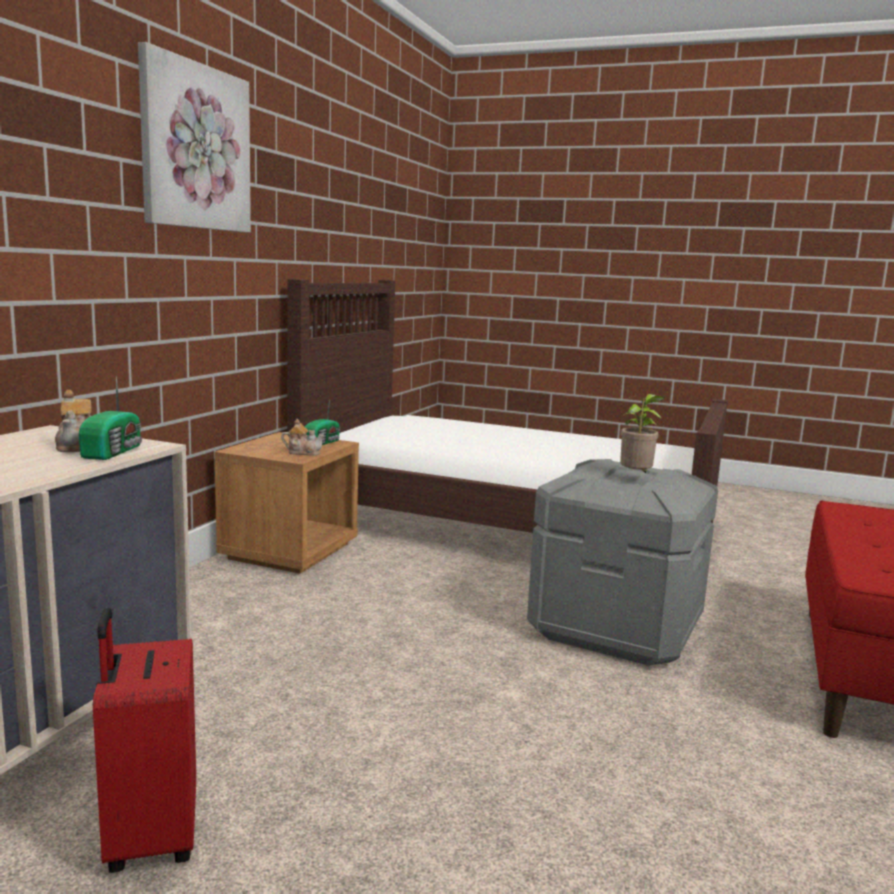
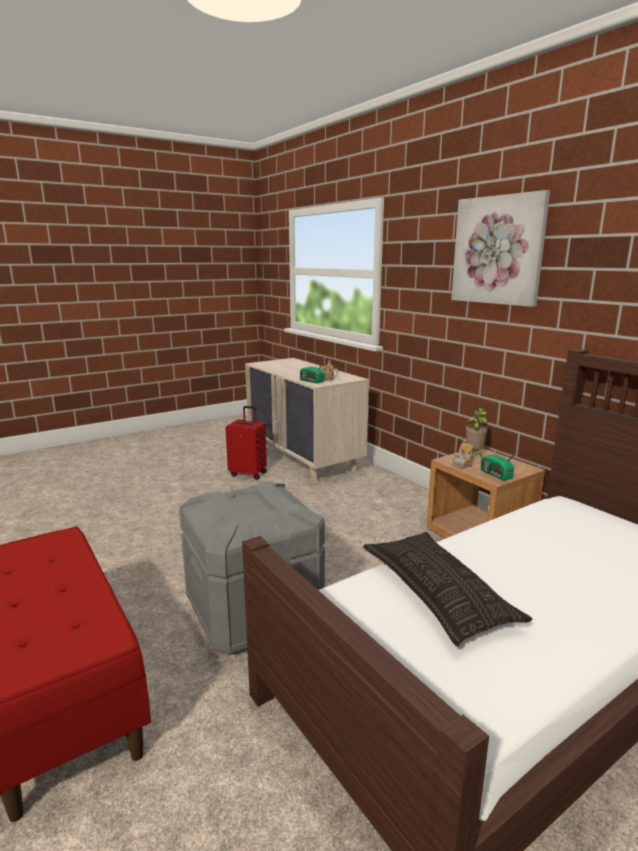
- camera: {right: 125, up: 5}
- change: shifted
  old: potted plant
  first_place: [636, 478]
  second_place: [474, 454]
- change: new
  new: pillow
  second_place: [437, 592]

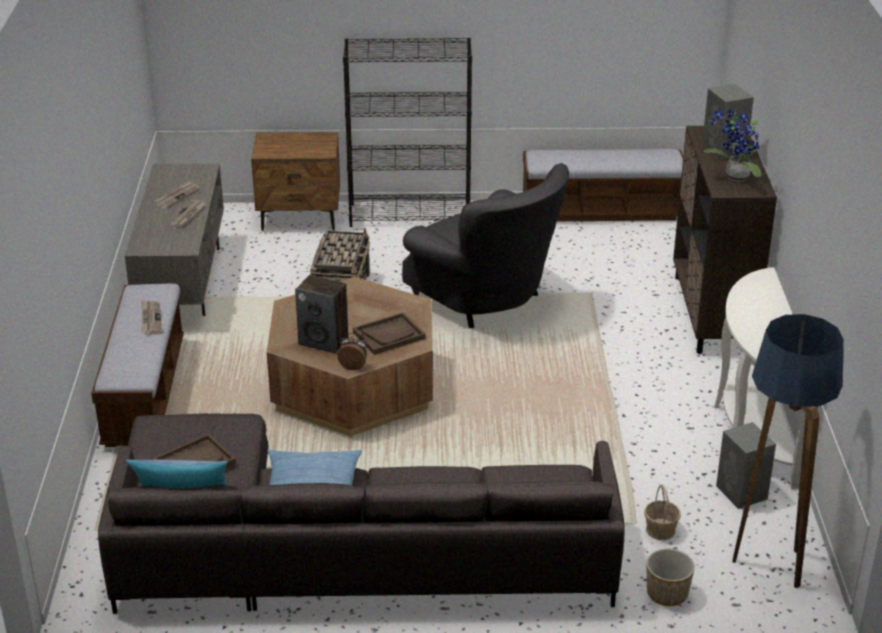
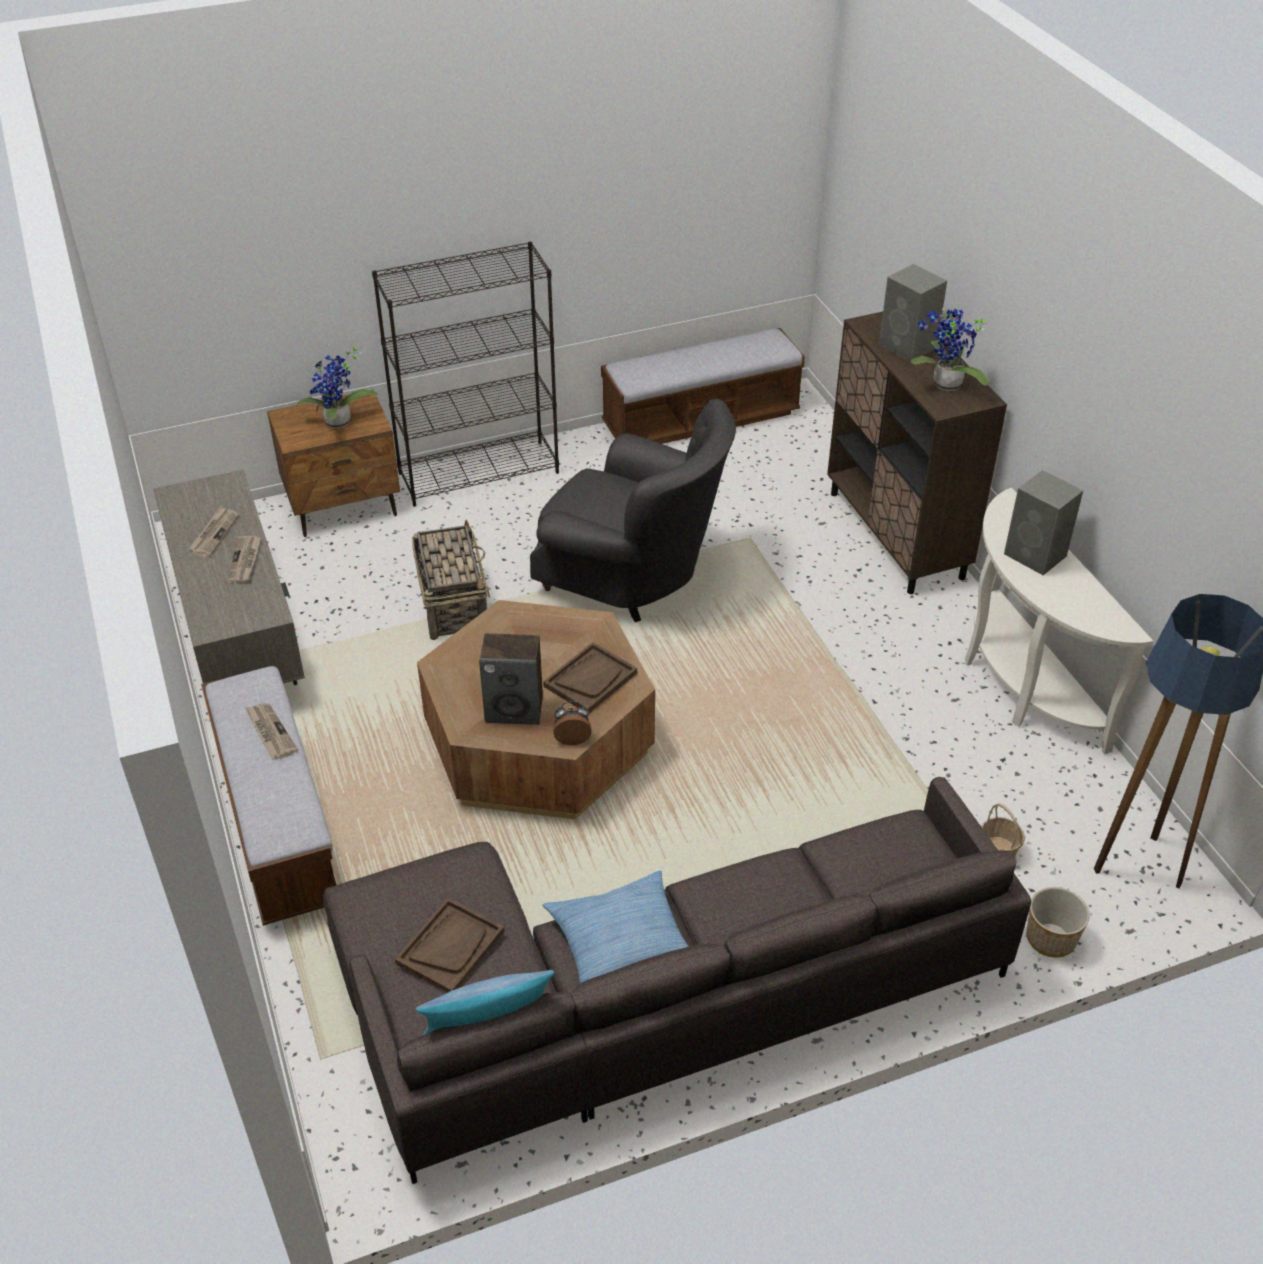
- camera: {right: -20, up: 10}
- change: shifted
  old: grey speaker
  first_place: [742, 493]
  second_place: [1036, 555]
- change: new
  new: potted plant
  second_place: [339, 424]

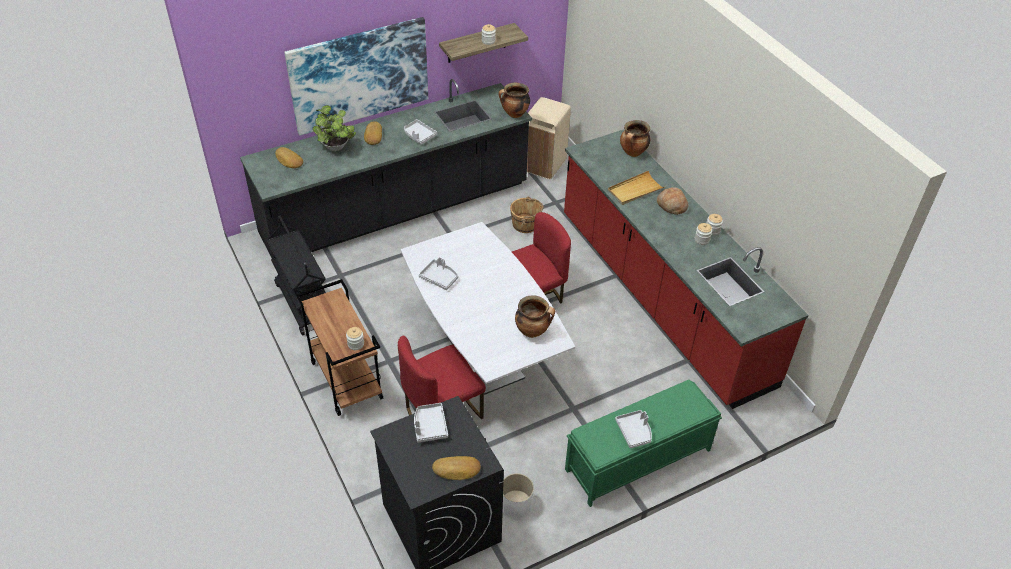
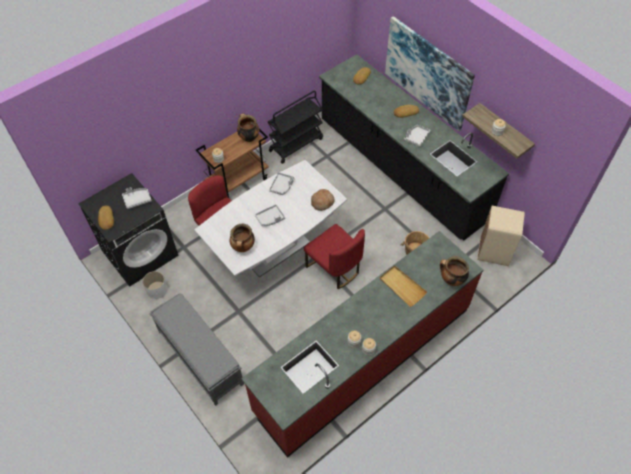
- camera: {right: 80, up: 10}
- change: shifted
  old: cooking pot
  first_place: [514, 114]
  second_place: [248, 137]
- change: gone
  old: potted plant
  first_place: [336, 148]
- change: shifted
  old: bread
  first_place: [671, 205]
  second_place: [322, 202]
- change: repainted
  old: green bench
  new: grey bench
  first_place: [637, 460]
  second_place: [200, 357]
- change: shifted
  old: grey tray
  first_place: [634, 432]
  second_place: [270, 218]

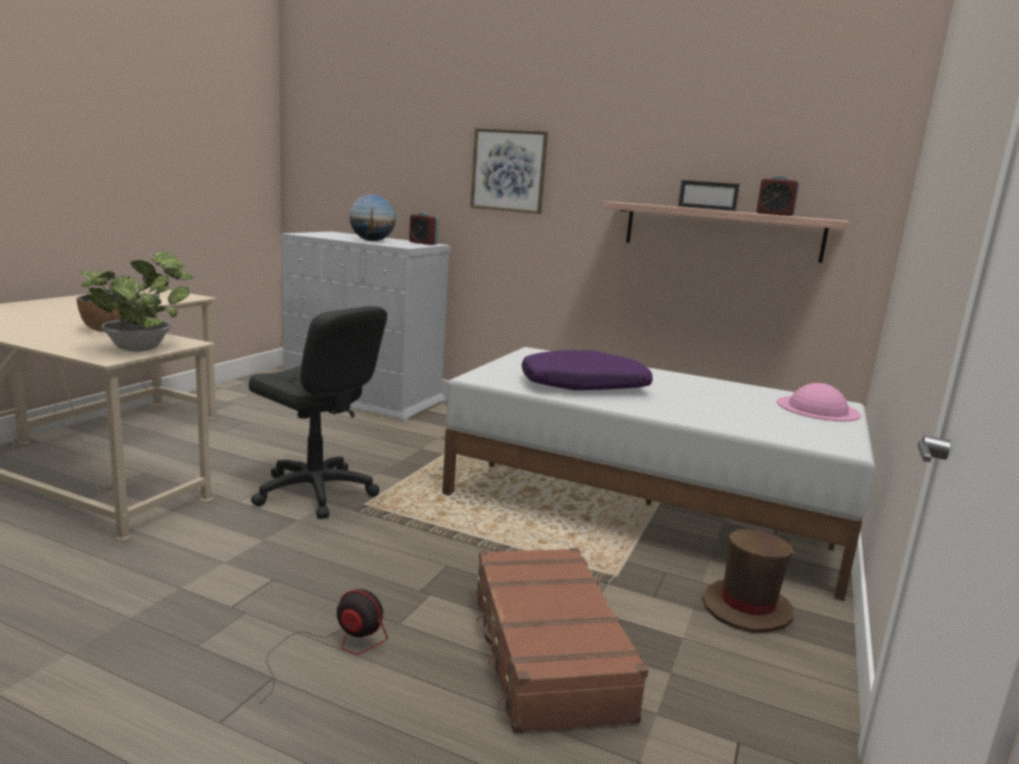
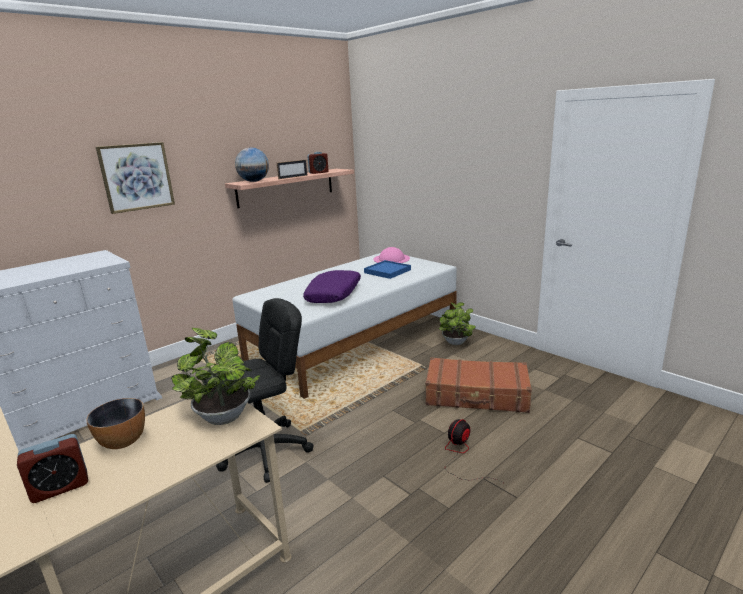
- camera: {right: -65, up: 5}
- change: shifted
  old: globe
  first_place: [372, 241]
  second_place: [254, 181]
- change: shifted
  old: alarm clock
  first_place: [423, 243]
  second_place: [60, 487]
- change: swapped
  old: brown hat
  new: potted plant
  first_place: [747, 608]
  second_place: [455, 343]
- change: new
  new: blue tray
  second_place: [387, 271]

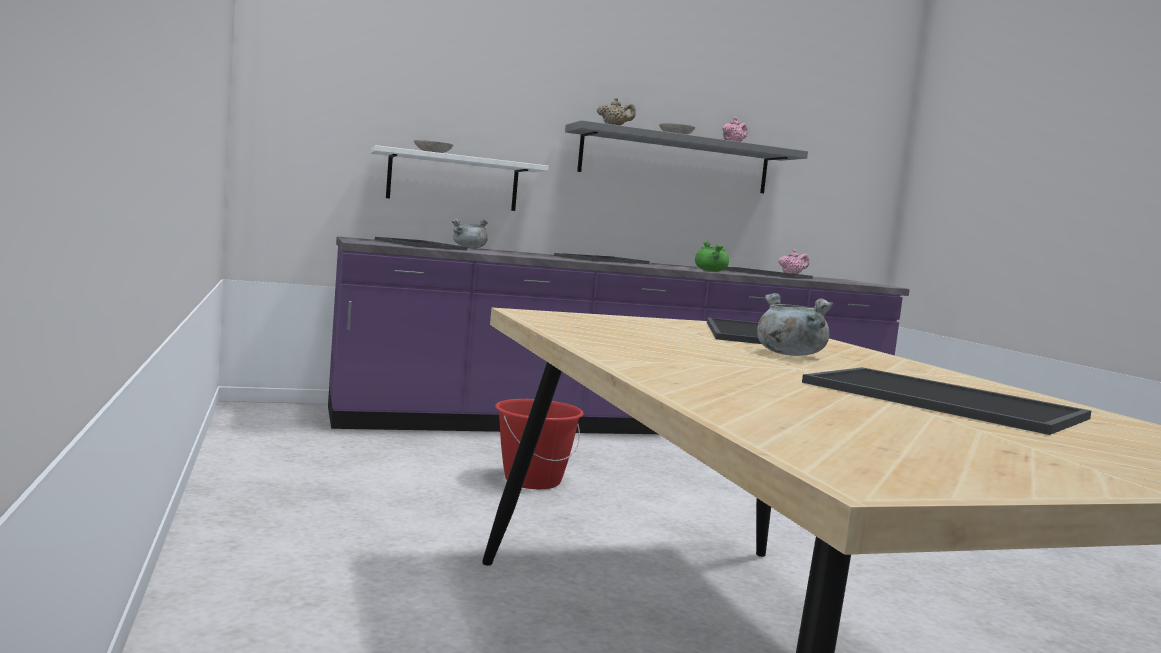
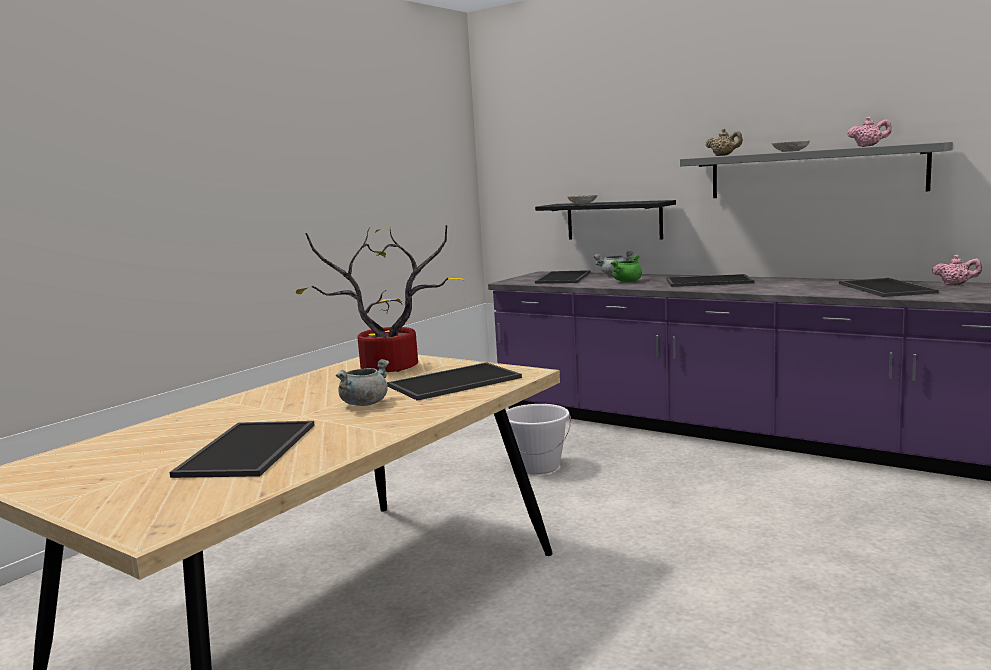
- camera: {right: 55, up: 5}
- change: repainted
  old: white shelf
  new: black shelf
  first_place: [453, 181]
  second_place: [614, 220]
- change: shifted
  old: green cooking pot
  first_place: [711, 271]
  second_place: [627, 281]
- change: repainted
  old: red bucket
  new: white bucket
  first_place: [532, 481]
  second_place: [538, 466]
- change: new
  new: potted plant
  second_place: [385, 369]

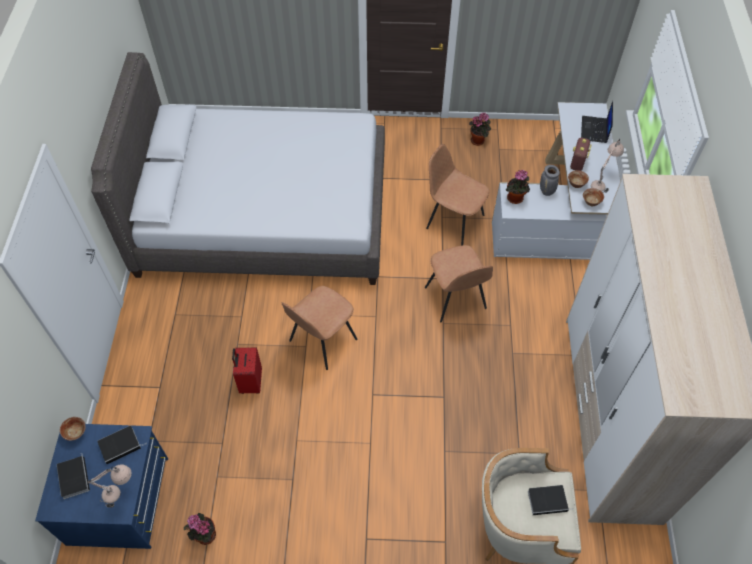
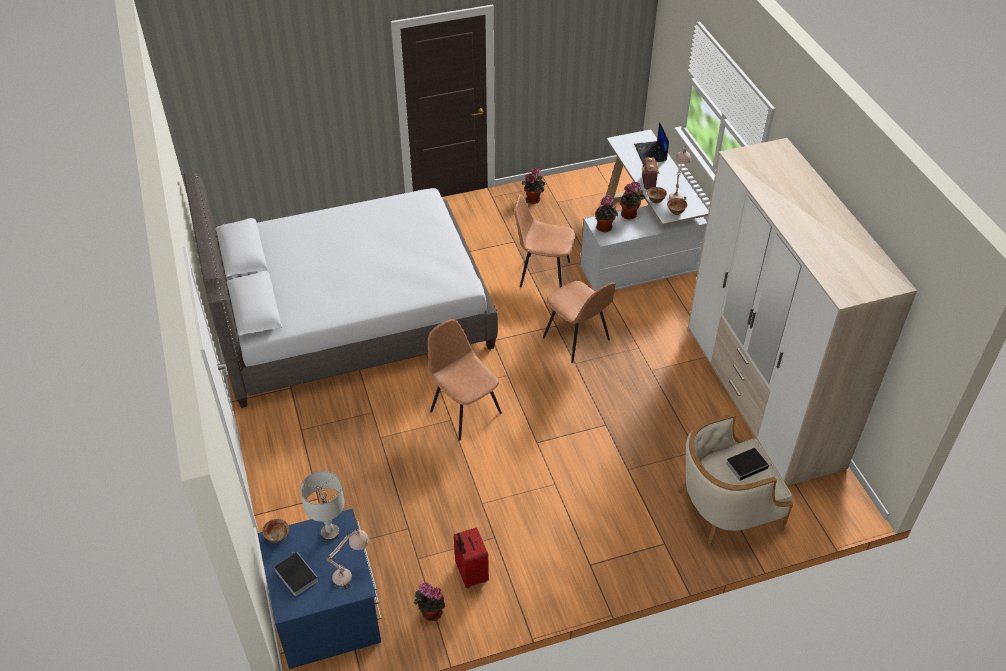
- camera: {right: -20, up: -10}
- change: swapped
  old: grey vase
  new: potted plant
  first_place: [546, 191]
  second_place: [630, 215]
- change: rotated
  old: brown chair
  first_place: [321, 341]
  second_place: [464, 411]
  degrees: 120
- change: shifted
  old: red suitcase
  first_place: [250, 382]
  second_place: [470, 574]
- change: swapped
  old: book
  new: grey table lamp
  first_place: [121, 445]
  second_place: [329, 533]

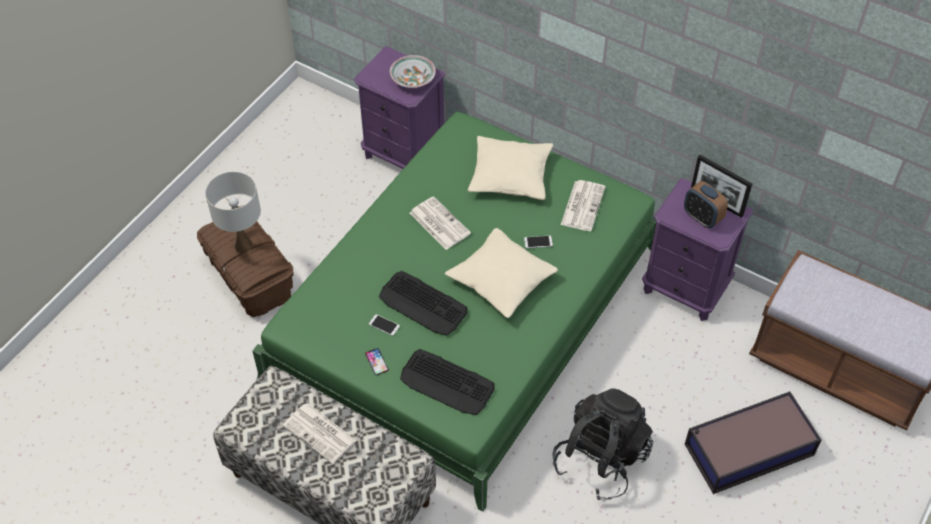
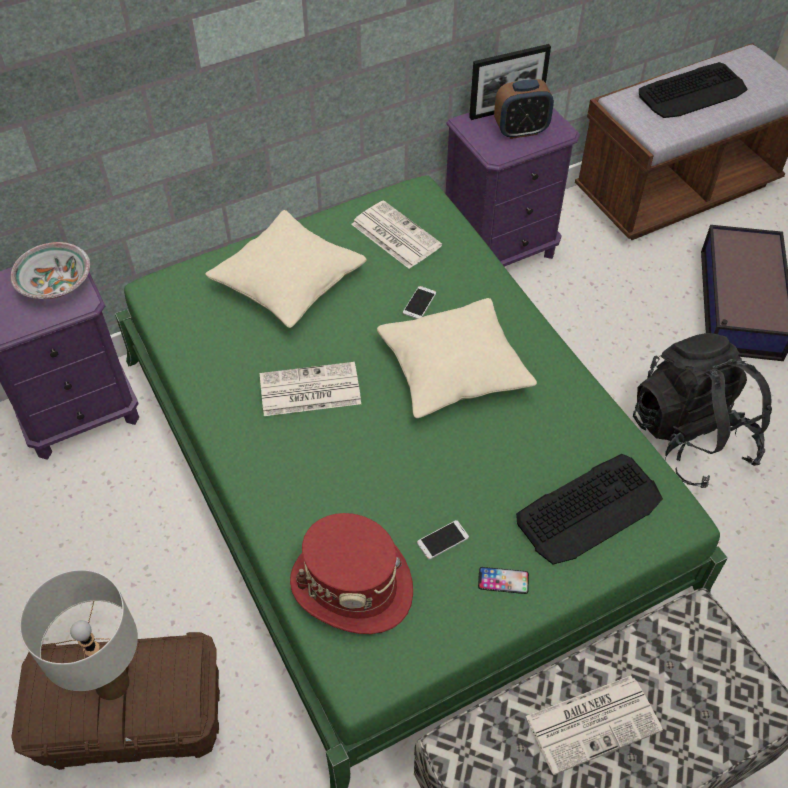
- camera: {right: -60, up: 0}
- change: shifted
  old: keyboard
  first_place: [423, 304]
  second_place: [692, 92]
- change: new
  new: red hat
  second_place: [352, 586]

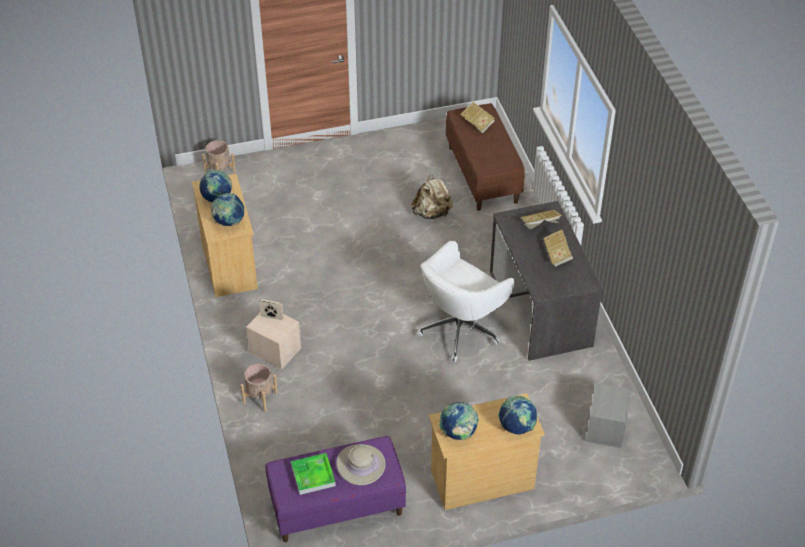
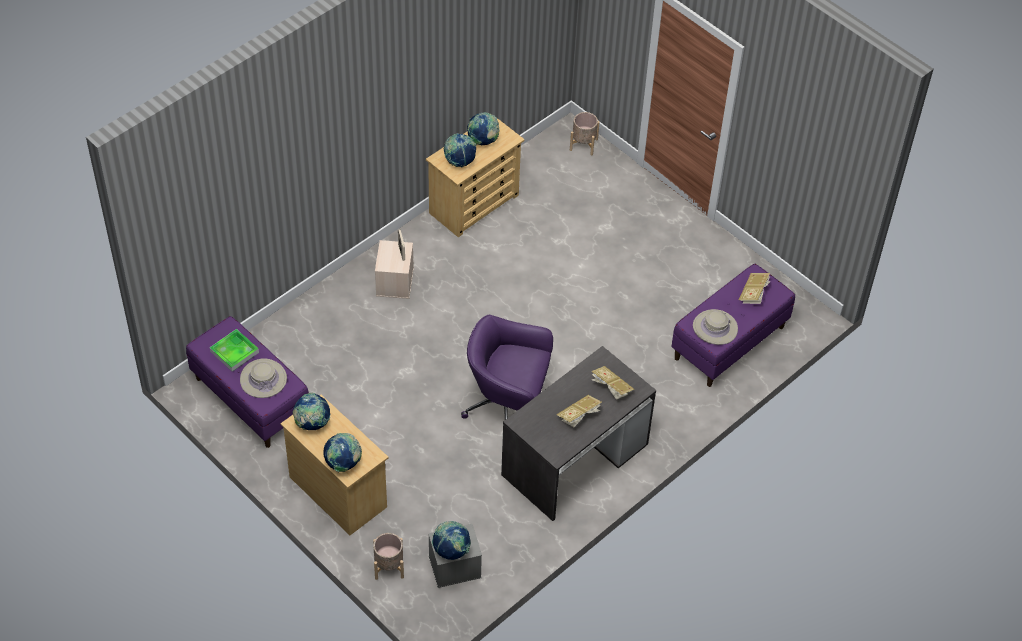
- camera: {right: 60, up: 5}
- change: repainted
  old: brown bench
  new: purple bench
  first_place: [483, 174]
  second_place: [729, 343]
- change: gone
  old: beige backpack
  first_place: [432, 213]
- change: repainted
  old: white office chair
  new: purple office chair
  first_place: [461, 328]
  second_place: [508, 406]
- change: shifted
  old: beige planter
  first_place: [260, 398]
  second_place: [388, 566]
- change: new
  new: beige hat
  second_place: [715, 328]
- change: new
  new: globe
  second_place: [451, 550]

